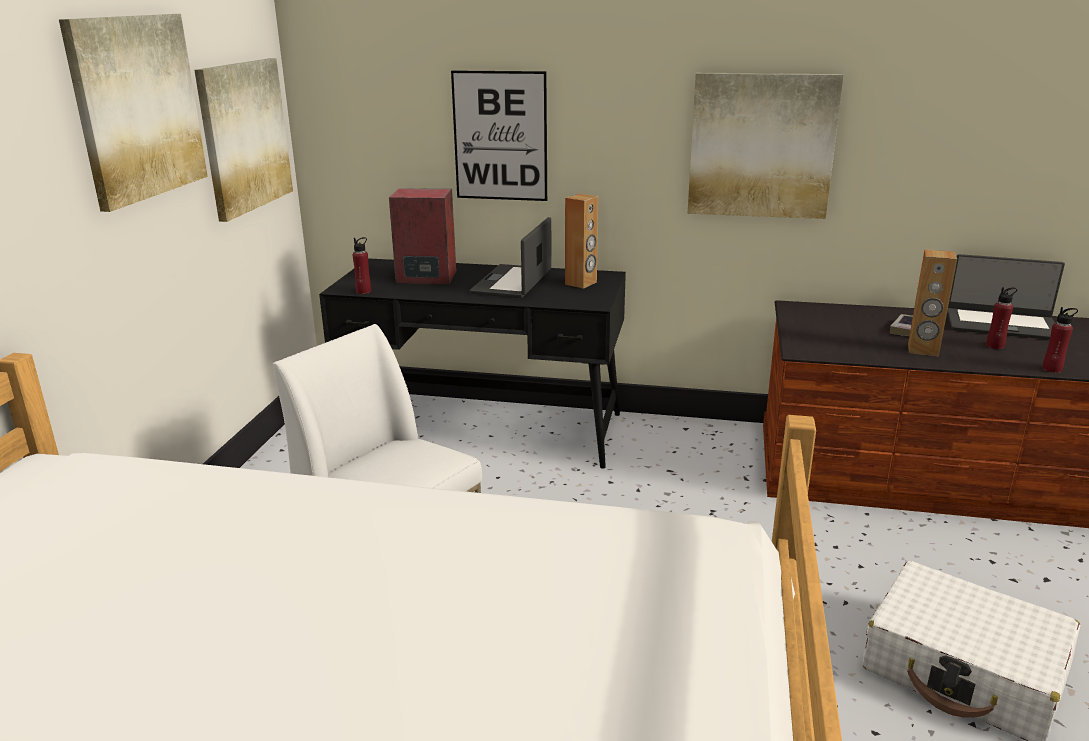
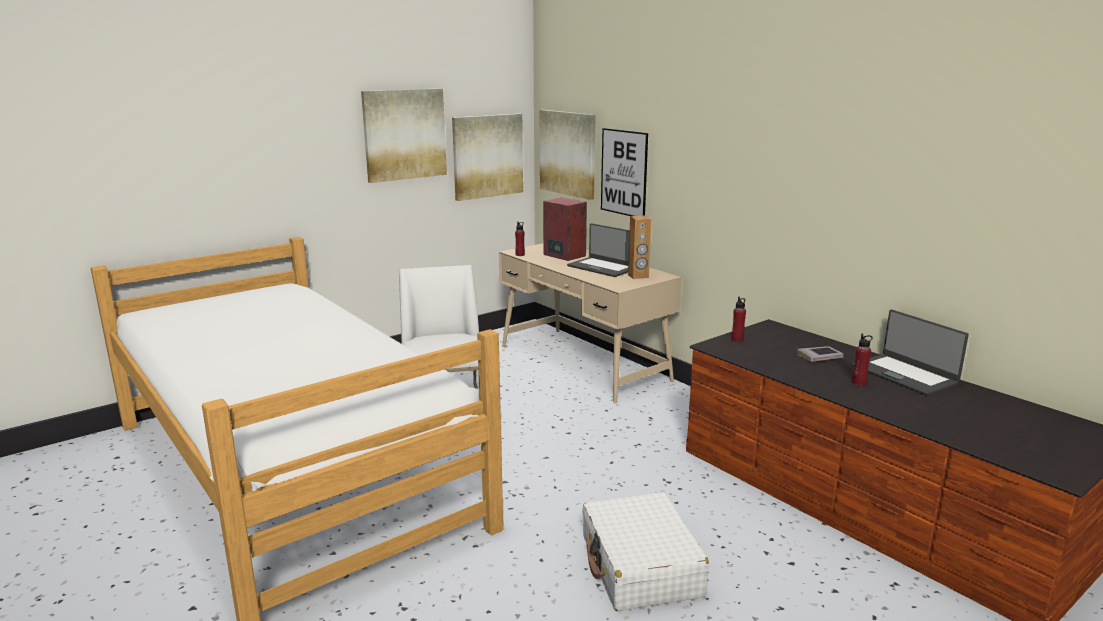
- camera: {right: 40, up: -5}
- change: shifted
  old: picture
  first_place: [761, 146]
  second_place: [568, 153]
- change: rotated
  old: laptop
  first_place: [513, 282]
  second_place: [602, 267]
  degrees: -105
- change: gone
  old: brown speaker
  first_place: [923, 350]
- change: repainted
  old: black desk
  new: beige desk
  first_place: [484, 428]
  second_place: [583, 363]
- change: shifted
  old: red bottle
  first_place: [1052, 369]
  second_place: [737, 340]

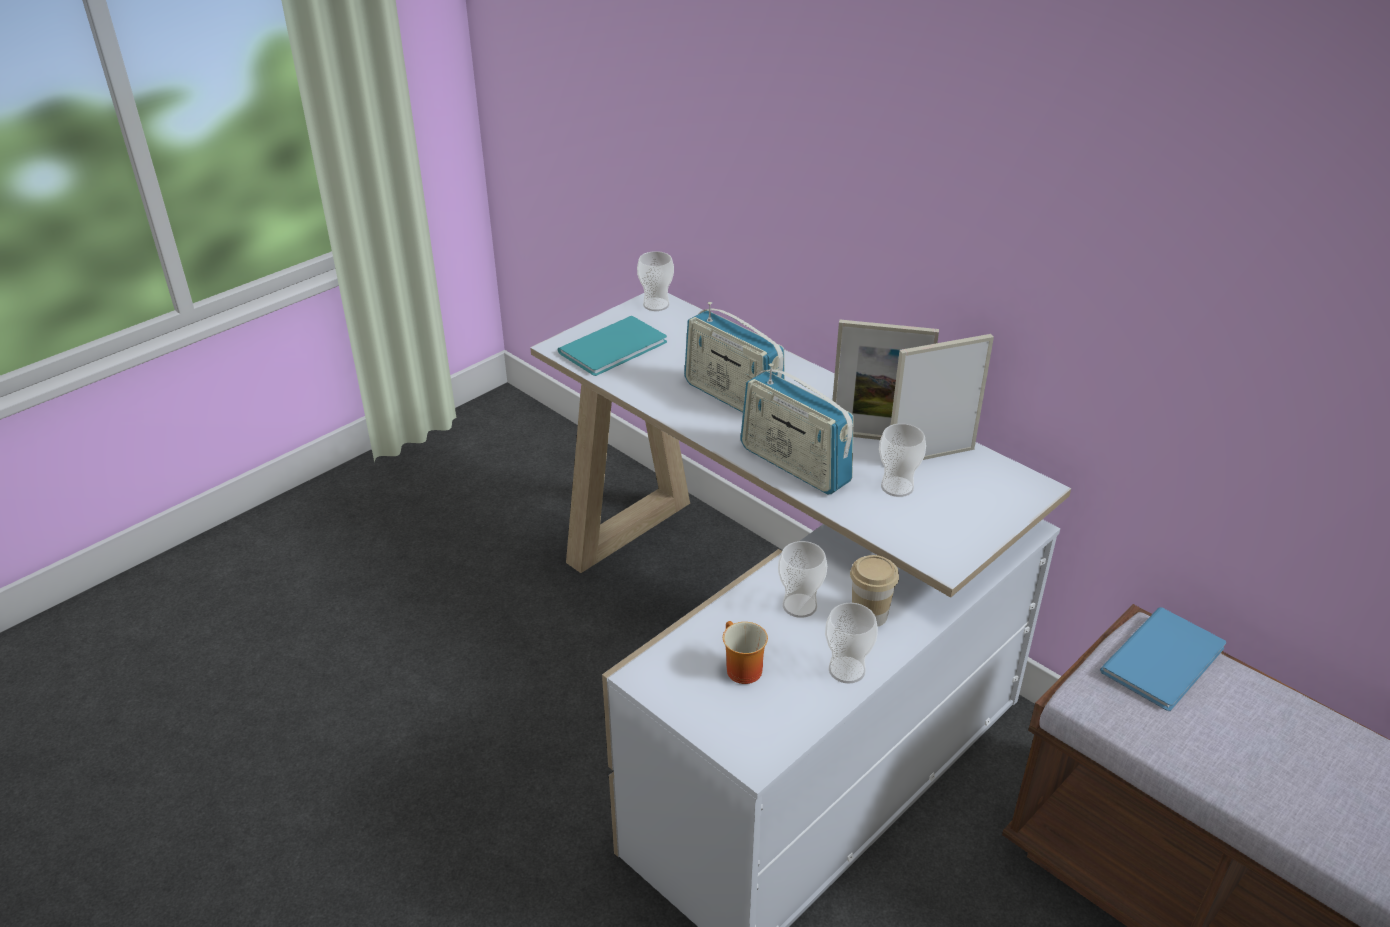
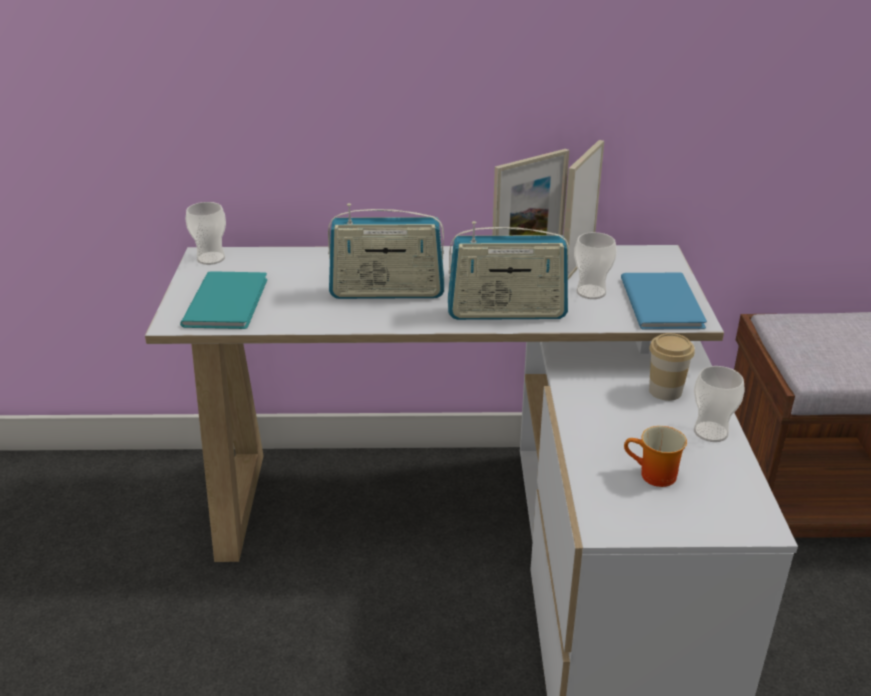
- camera: {right: -45, up: -5}
- change: gone
  old: cup
  first_place: [799, 605]
- change: shifted
  old: blue book
  first_place: [1167, 659]
  second_place: [663, 301]

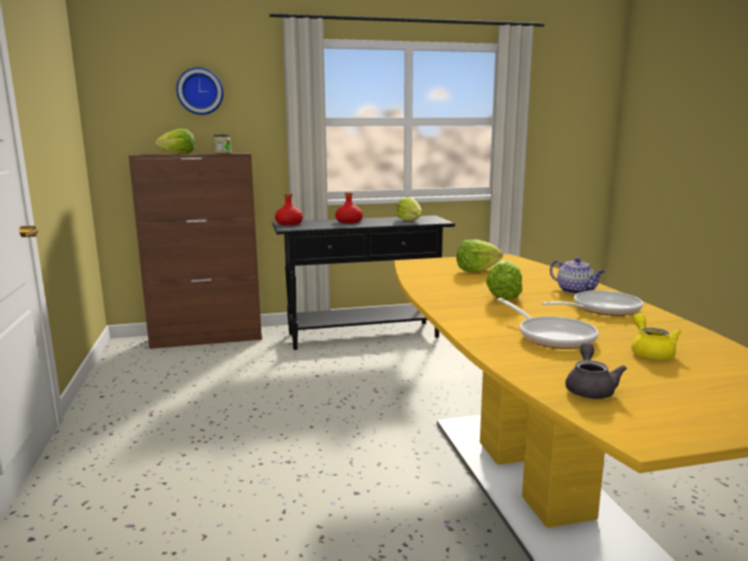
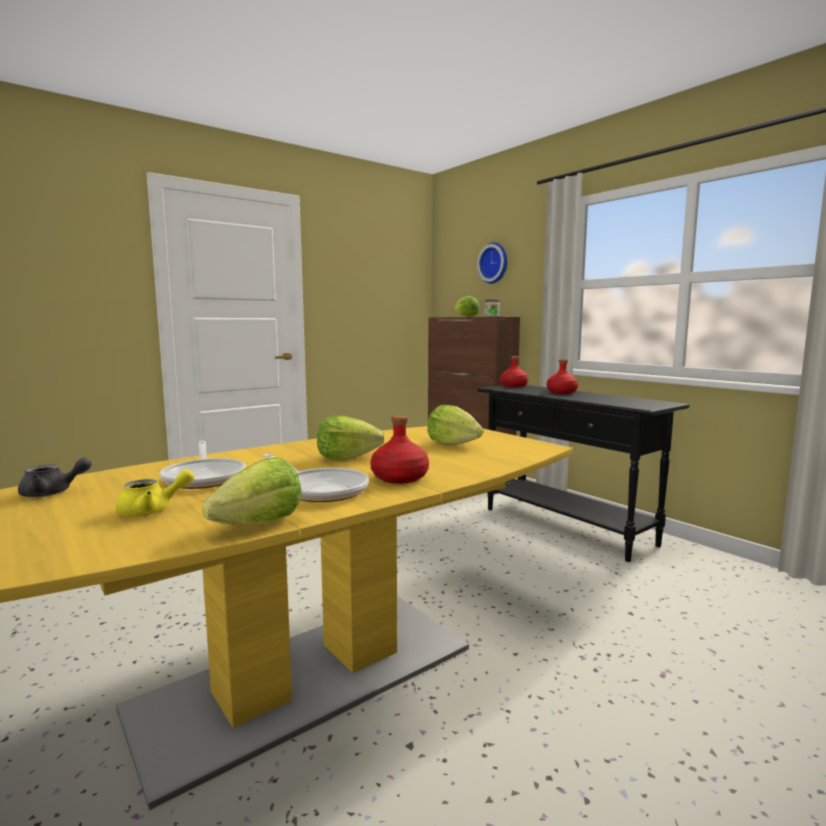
- camera: {right: 65, up: -5}
- change: shifted
  old: lettuce
  first_place: [410, 220]
  second_place: [260, 523]
- change: swapped
  old: teapot
  new: red bottle
  first_place: [575, 291]
  second_place: [400, 478]
- change: rotated
  old: frying pan
  first_place: [552, 336]
  second_place: [205, 477]
  degrees: -60

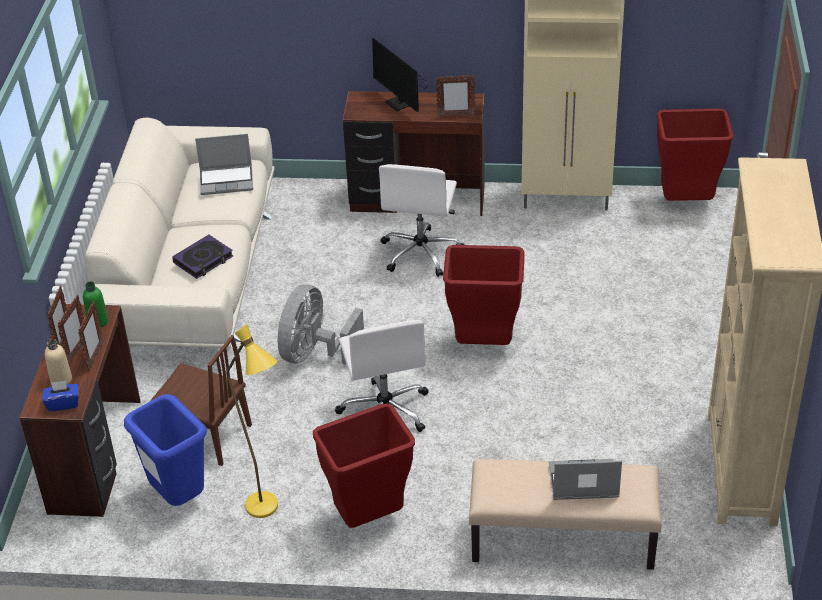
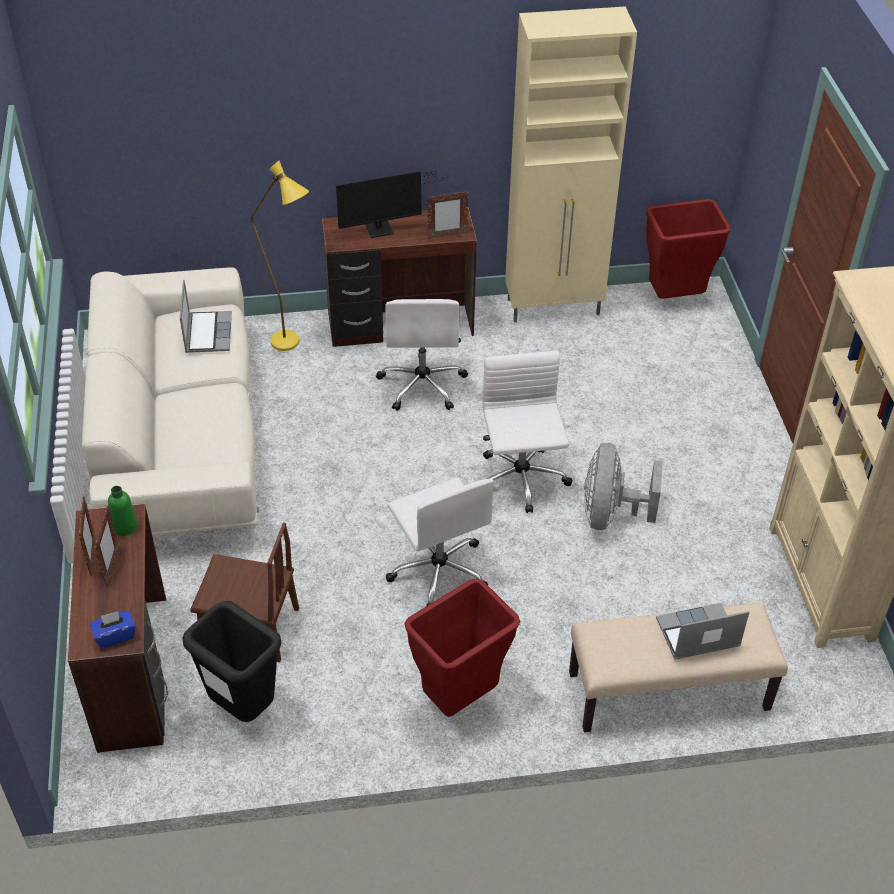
- camera: {right: -15, up: 5}
- change: rotated
  old: monitor
  first_place: [400, 105]
  second_place: [384, 229]
  degrees: -60
- change: rotated
  old: laptop
  first_place: [227, 180]
  second_place: [207, 333]
  degrees: -75
- change: gone
  old: book
  first_place: [203, 260]
- change: swapped
  old: red trash can
  new: white office chair
  first_place: [485, 344]
  second_place: [520, 480]
- change: shifted
  old: grey fan
  first_place: [314, 353]
  second_place: [610, 514]
- change: gone
  old: picture frame
  first_place: [95, 357]
- change: shifted
  old: yellow floor lamp
  first_place: [269, 512]
  second_place: [293, 346]
- change: gone
  old: beige bottle
  first_place: [61, 379]
- change: repainted
  old: blue trash can
  new: black trash can
  first_place: [178, 498]
  second_place: [242, 708]

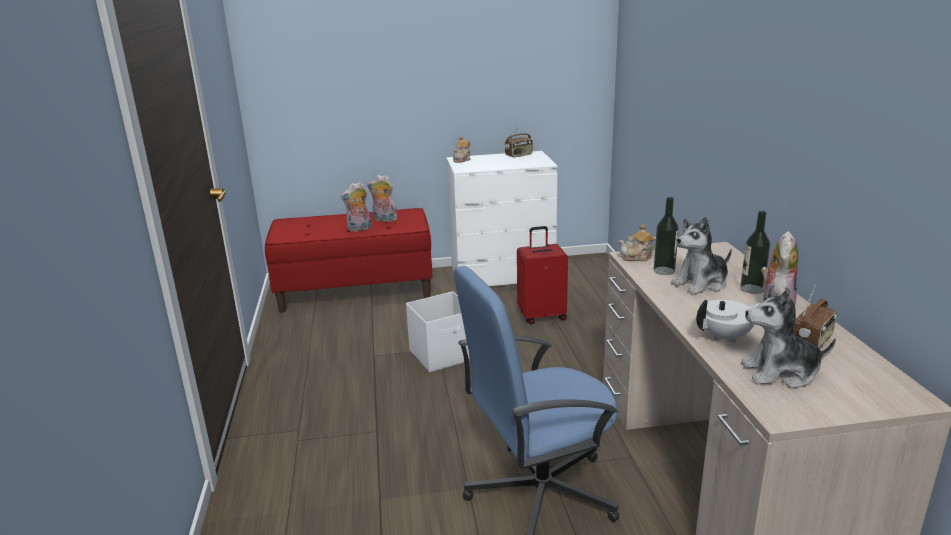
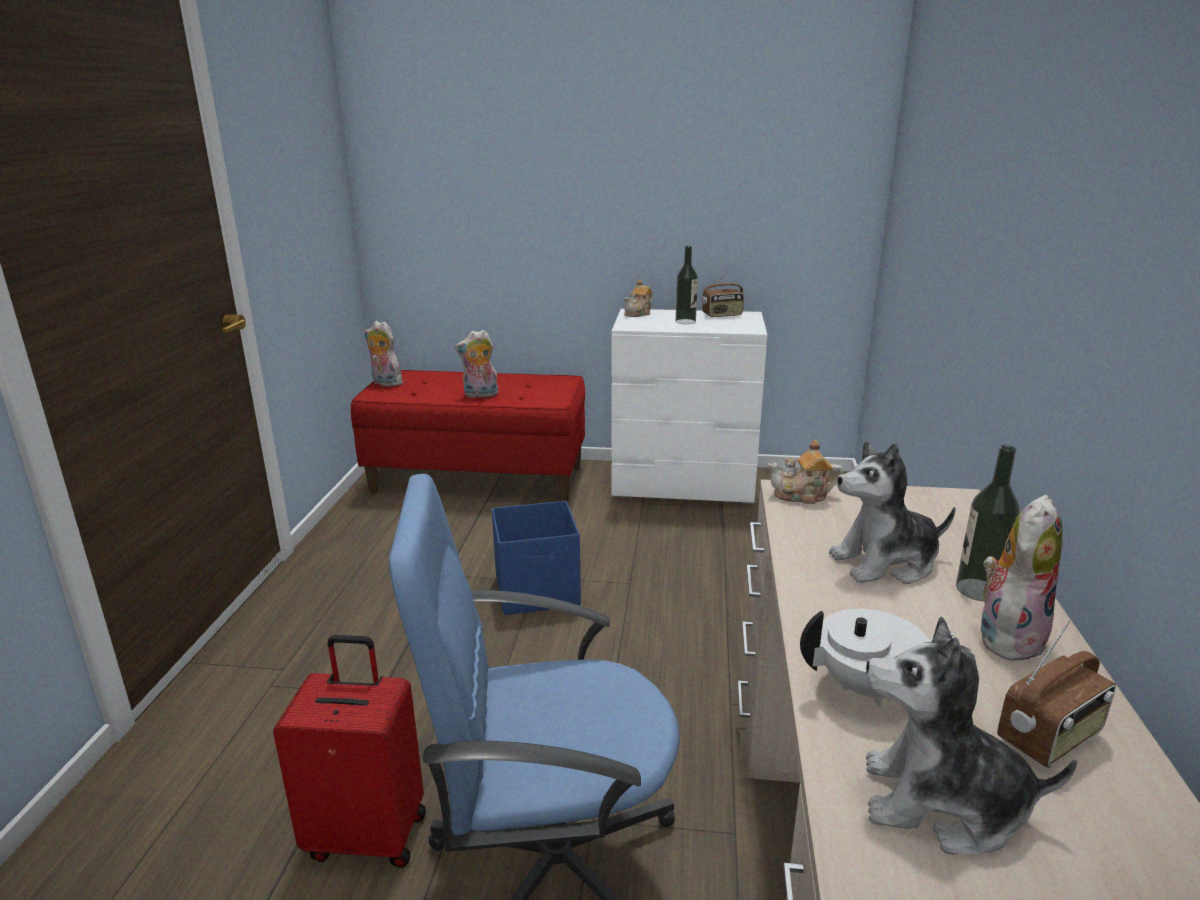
- camera: {right: 15, up: 0}
- change: shifted
  old: plush toy
  first_place: [384, 220]
  second_place: [385, 383]
- change: shifted
  old: bottle
  first_place: [664, 271]
  second_place: [685, 321]
- change: shifted
  old: red suitcase
  first_place: [542, 316]
  second_place: [368, 834]
- change: repainted
  old: white storage box
  new: blue storage box
  first_place: [443, 355]
  second_place: [538, 591]

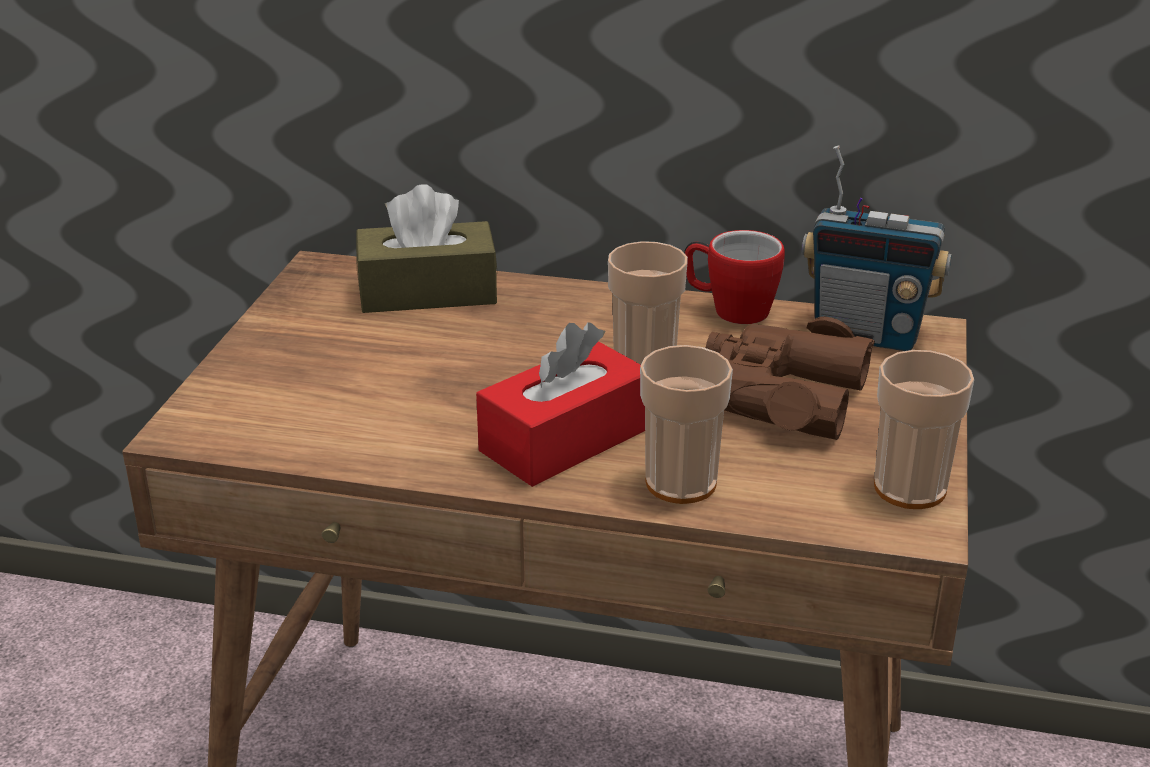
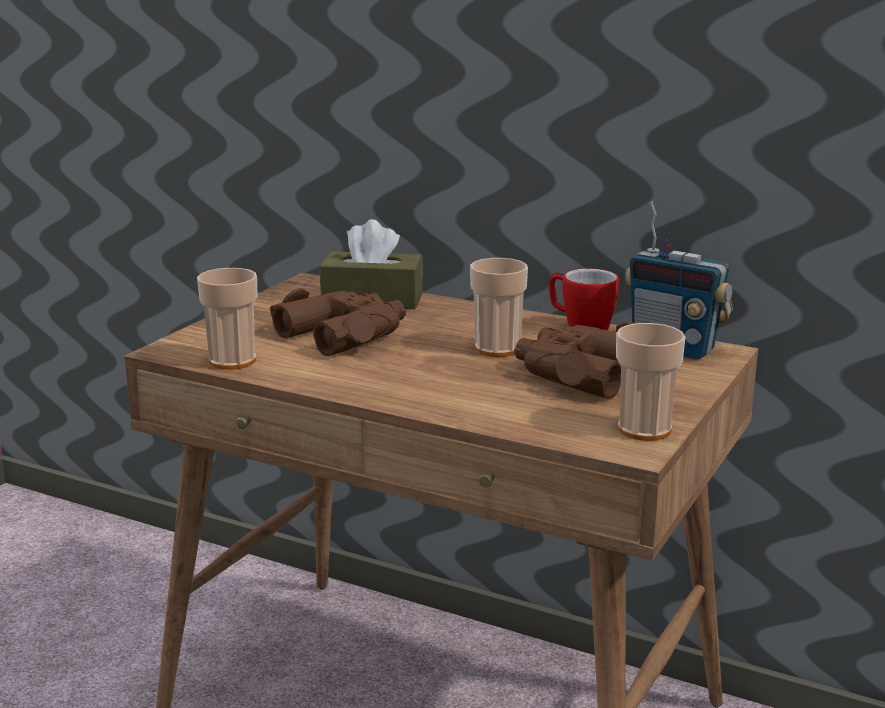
- camera: {right: 15, up: -10}
- change: gone
  old: red tissue box
  first_place: [565, 440]
- change: shifted
  old: cup
  first_place: [681, 483]
  second_place: [232, 361]
- change: new
  new: brown binoculars
  second_place: [344, 334]

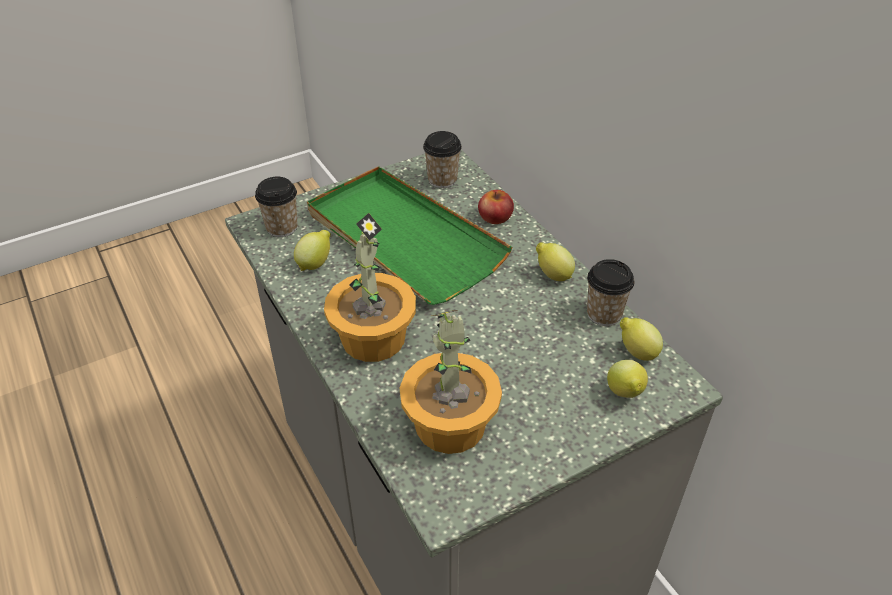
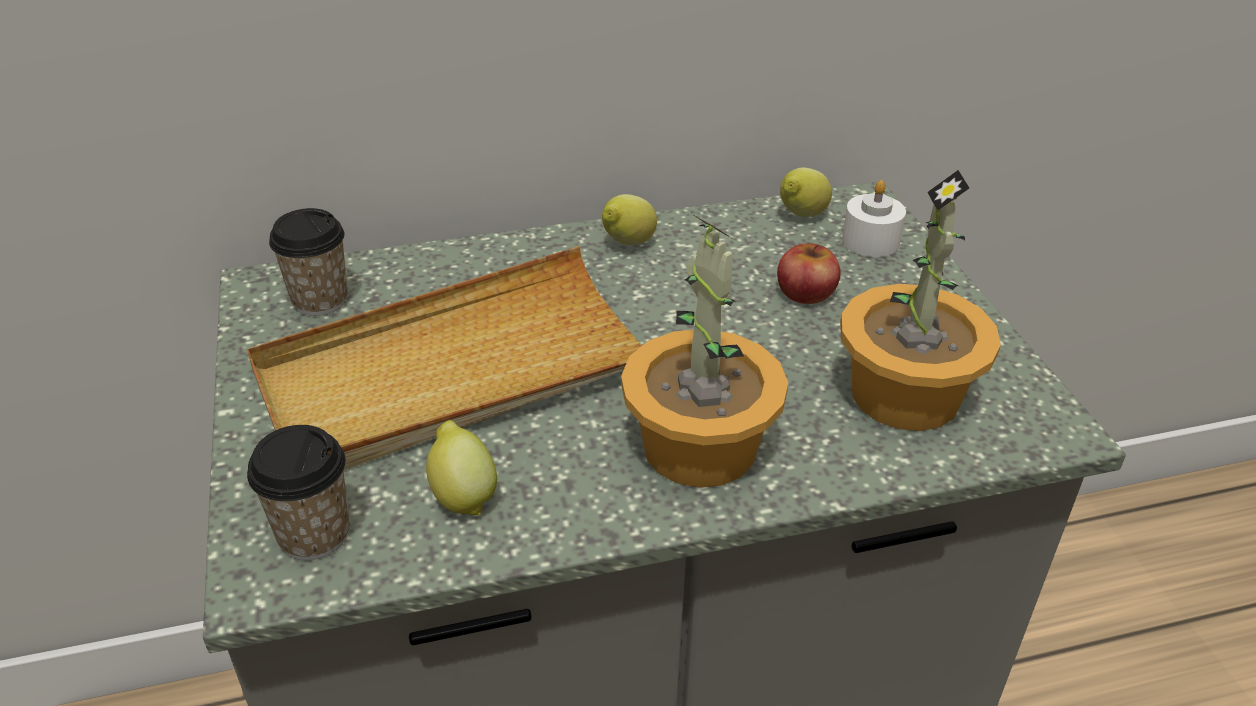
- camera: {right: -75, up: -5}
- change: repainted
  old: green tray
  new: beige tray
  first_place: [403, 238]
  second_place: [455, 372]
- change: shifted
  old: apple
  first_place: [495, 217]
  second_place: [806, 292]
- change: gone
  old: cup
  first_place: [604, 314]
- change: swapped
  old: lemon
  new: white candle
  first_place: [625, 394]
  second_place: [870, 241]

